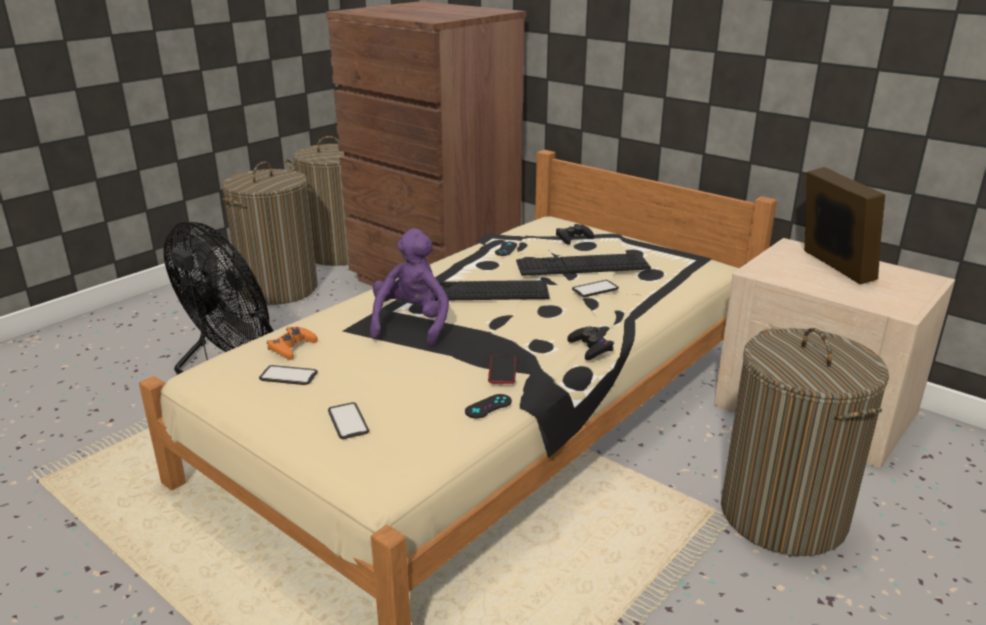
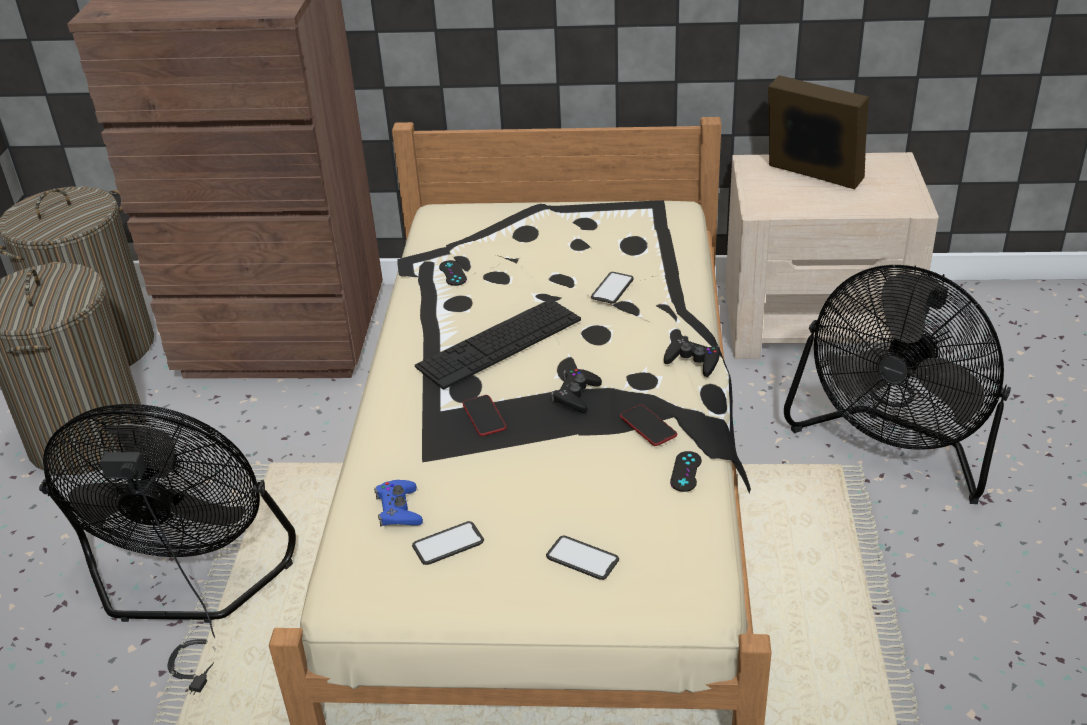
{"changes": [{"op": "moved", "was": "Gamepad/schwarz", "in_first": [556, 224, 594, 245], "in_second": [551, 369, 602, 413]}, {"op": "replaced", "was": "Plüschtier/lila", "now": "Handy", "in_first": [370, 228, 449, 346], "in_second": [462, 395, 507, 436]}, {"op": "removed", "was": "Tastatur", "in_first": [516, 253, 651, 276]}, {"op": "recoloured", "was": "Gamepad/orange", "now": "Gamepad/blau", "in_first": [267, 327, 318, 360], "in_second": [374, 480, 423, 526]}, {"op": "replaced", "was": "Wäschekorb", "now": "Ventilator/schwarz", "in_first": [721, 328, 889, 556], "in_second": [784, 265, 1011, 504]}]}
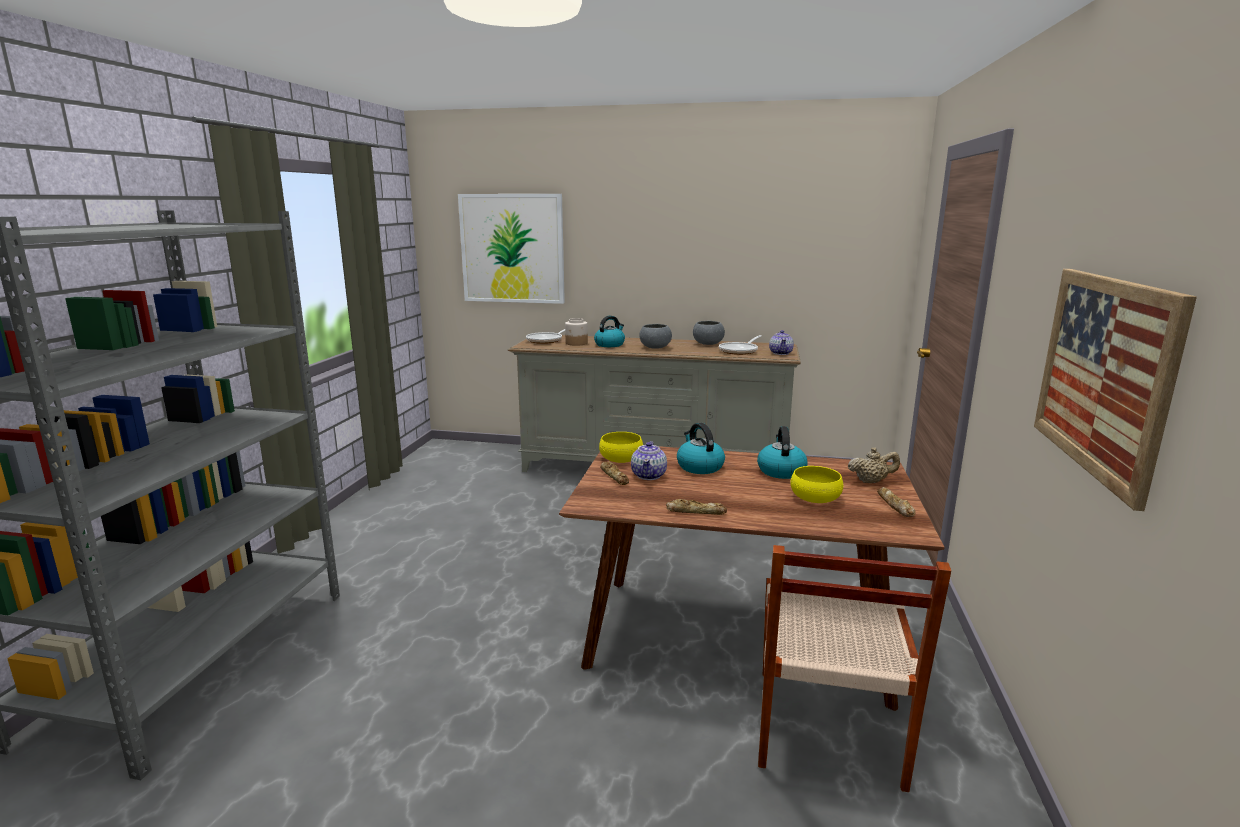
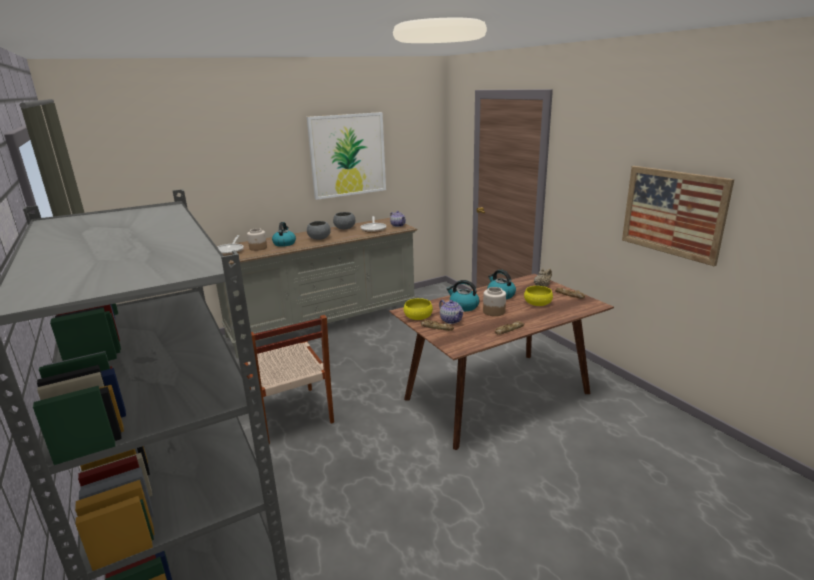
{"changes": [{"op": "moved", "was": "Bild", "in_first": [458, 194, 565, 304], "in_second": [307, 112, 386, 200]}, {"op": "moved", "was": "Stuhl", "in_first": [758, 545, 951, 792], "in_second": [244, 315, 334, 444]}, {"op": "added", "now": "Vorratsglas", "in_second": [483, 287, 506, 316]}]}
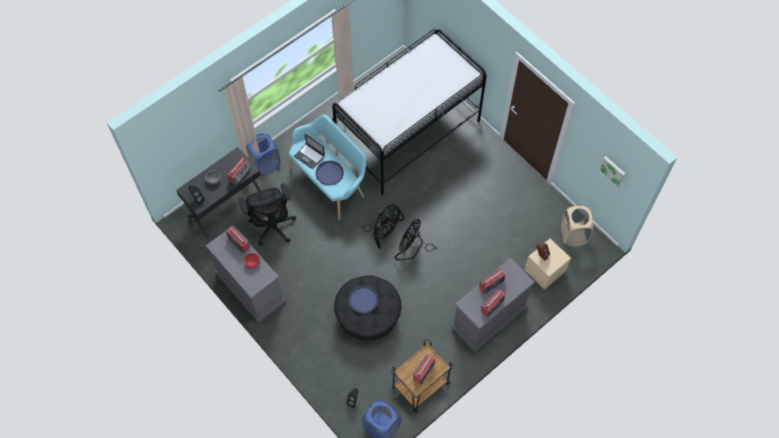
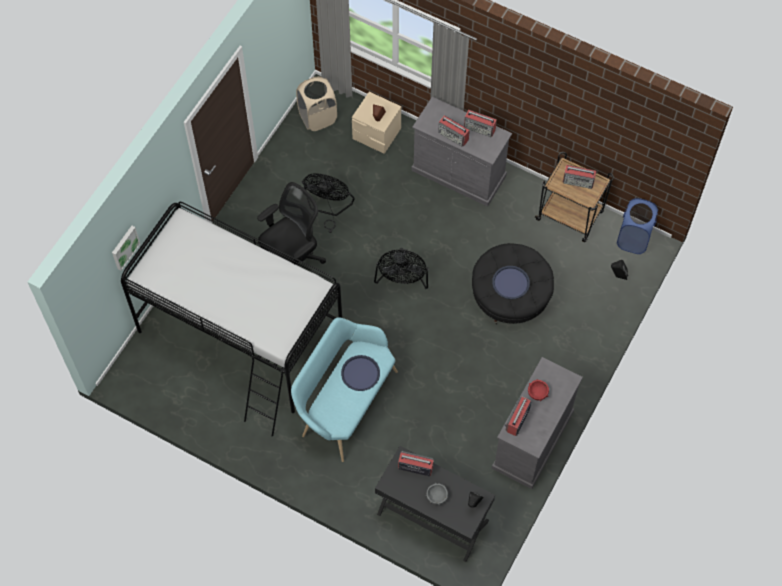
{"changes": [{"op": "removed", "was": "Wäschekorb/blau", "in_first": [246, 134, 280, 176]}, {"op": "removed", "was": "Laptop", "in_first": [294, 134, 325, 169]}, {"op": "moved", "was": "Bild", "in_first": [599, 156, 625, 188], "in_second": [112, 226, 140, 271]}, {"op": "moved", "was": "Bürostuhl/schwarz", "in_first": [239, 183, 296, 245], "in_second": [257, 182, 326, 266]}, {"op": "moved", "was": "Ventilator/schwarz", "in_first": [360, 205, 404, 249], "in_second": [302, 173, 355, 233]}]}
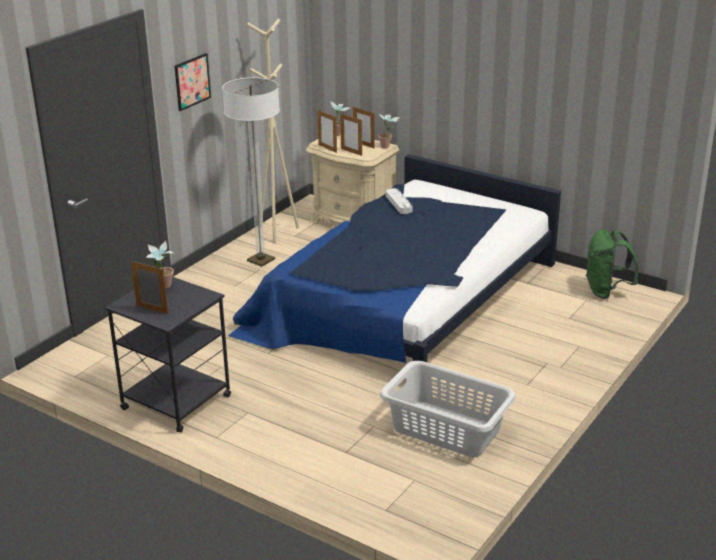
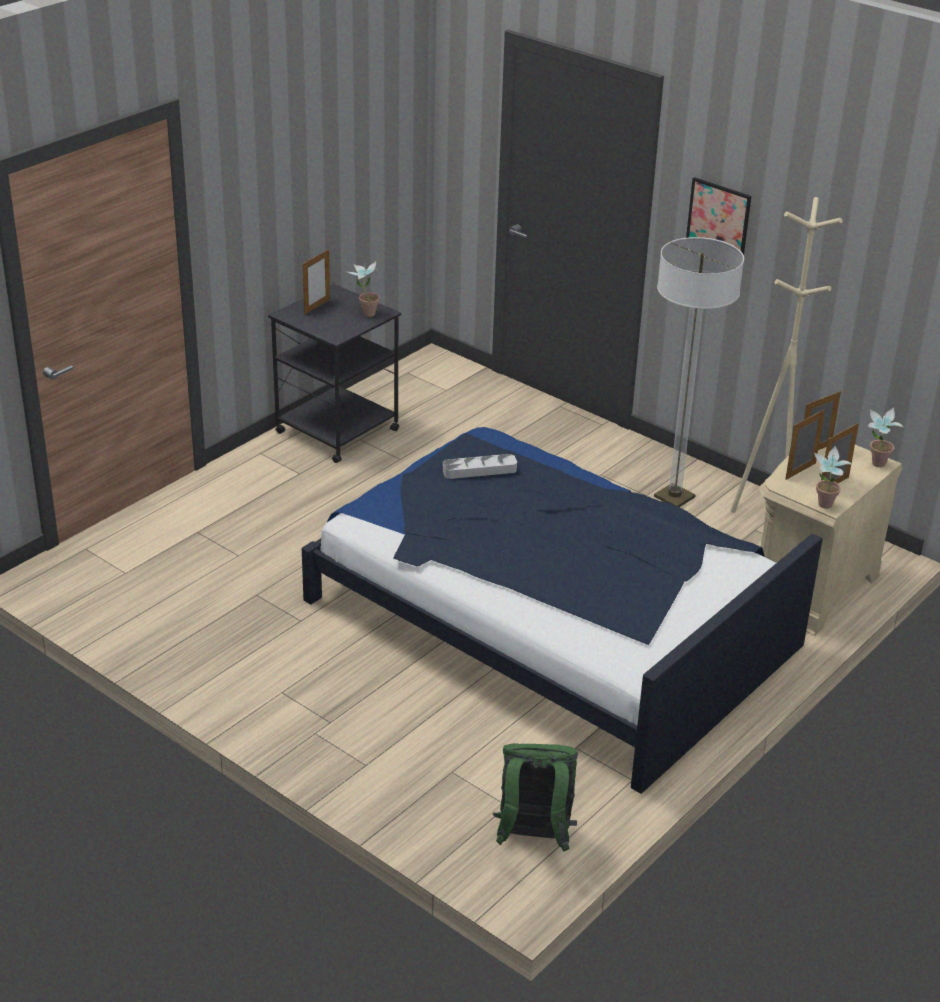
{"changes": [{"op": "moved", "was": "Tablett/grau", "in_first": [386, 188, 413, 214], "in_second": [443, 454, 517, 479]}, {"op": "removed", "was": "Wäschekorb/grau", "in_first": [380, 361, 516, 457]}]}
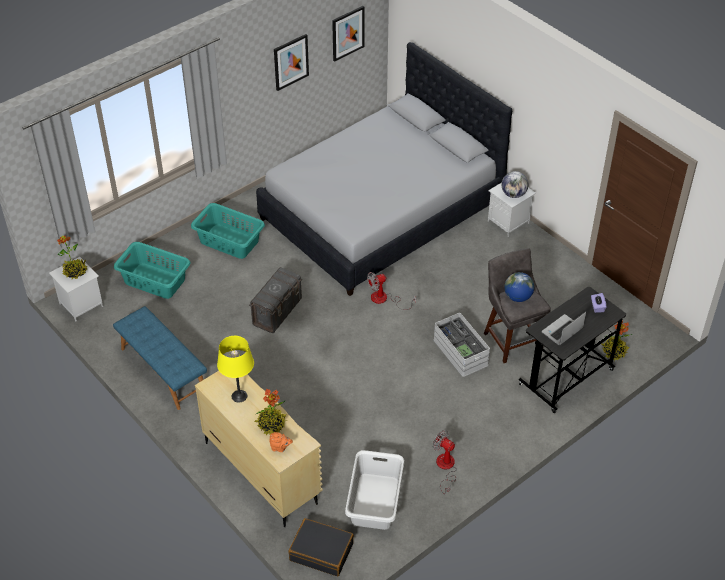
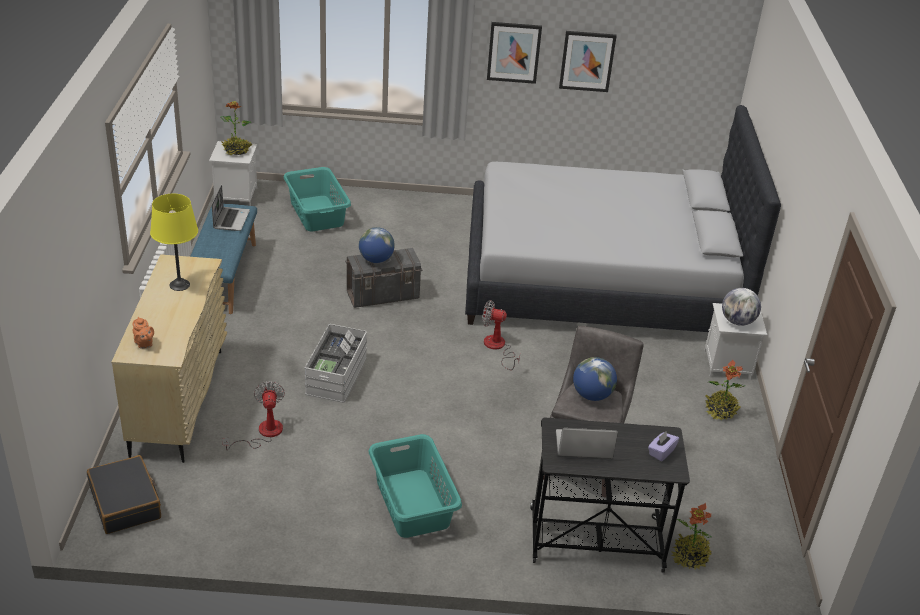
{"changes": [{"op": "moved", "was": "Bild", "in_first": [332, 6, 364, 62], "in_second": [487, 22, 542, 84]}, {"op": "moved", "was": "Wäschekorb/türkis", "in_first": [191, 203, 265, 259], "in_second": [369, 434, 462, 538]}, {"op": "moved", "was": "Aufbewahrungsbox/grau", "in_first": [433, 313, 490, 377], "in_second": [305, 324, 367, 403]}, {"op": "moved", "was": "Topfpflanze", "in_first": [255, 388, 286, 435], "in_second": [705, 360, 746, 420]}, {"op": "moved", "was": "Ventilator", "in_first": [433, 430, 457, 494], "in_second": [222, 381, 285, 451]}, {"op": "removed", "was": "Wäschekorb/grau", "in_first": [345, 450, 405, 530]}, {"op": "added", "now": "Laptop", "in_second": [212, 185, 250, 231]}, {"op": "added", "now": "Globus", "in_second": [359, 227, 395, 263]}]}
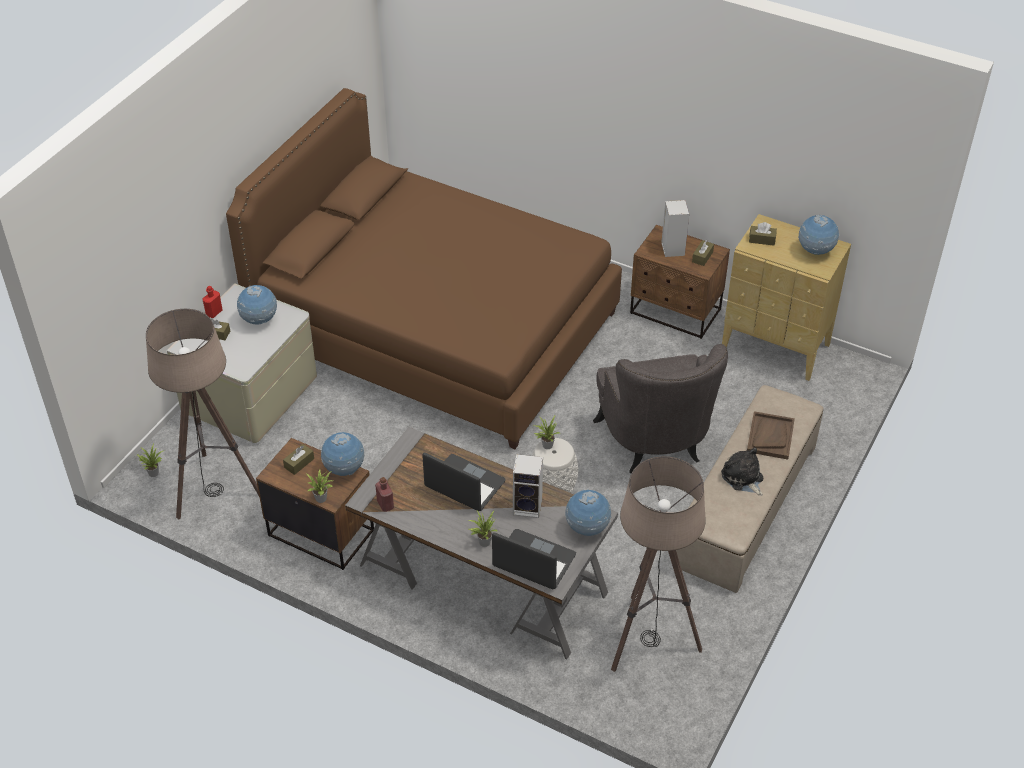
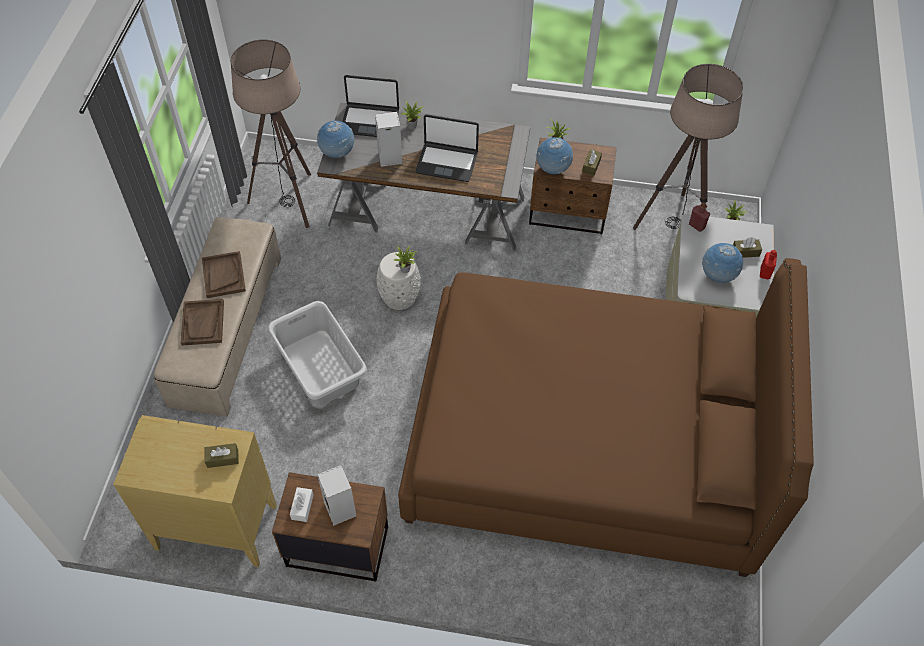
{"changes": [{"op": "removed", "was": "Globus", "in_first": [798, 215, 839, 255]}, {"op": "recoloured", "was": "Taschentuchbox/braun", "now": "Taschentuchbox/weiß", "in_first": [692, 240, 714, 266], "in_second": [290, 487, 314, 522]}, {"op": "replaced", "was": "Sessel/grau", "now": "Wäschekorb/grau", "in_first": [593, 344, 728, 473], "in_second": [268, 301, 367, 406]}, {"op": "replaced", "was": "Plüschtier", "now": "Tablett/braun", "in_first": [721, 448, 763, 496], "in_second": [202, 251, 246, 298]}, {"op": "moved", "was": "Flasche/rot", "in_first": [375, 477, 394, 512], "in_second": [689, 202, 710, 232]}]}
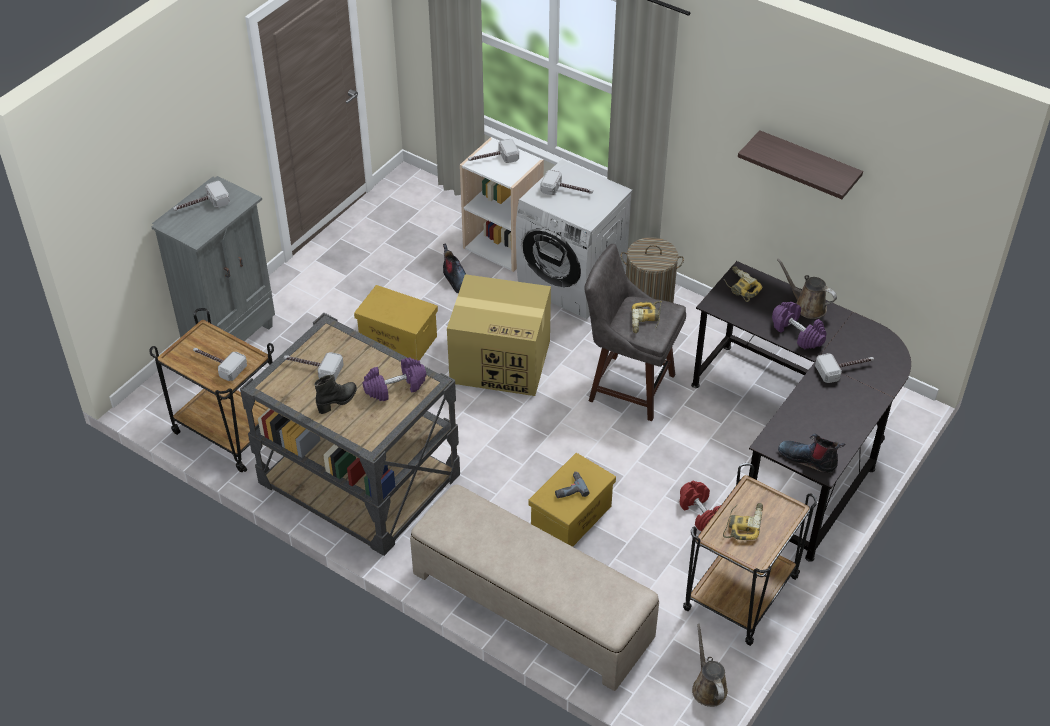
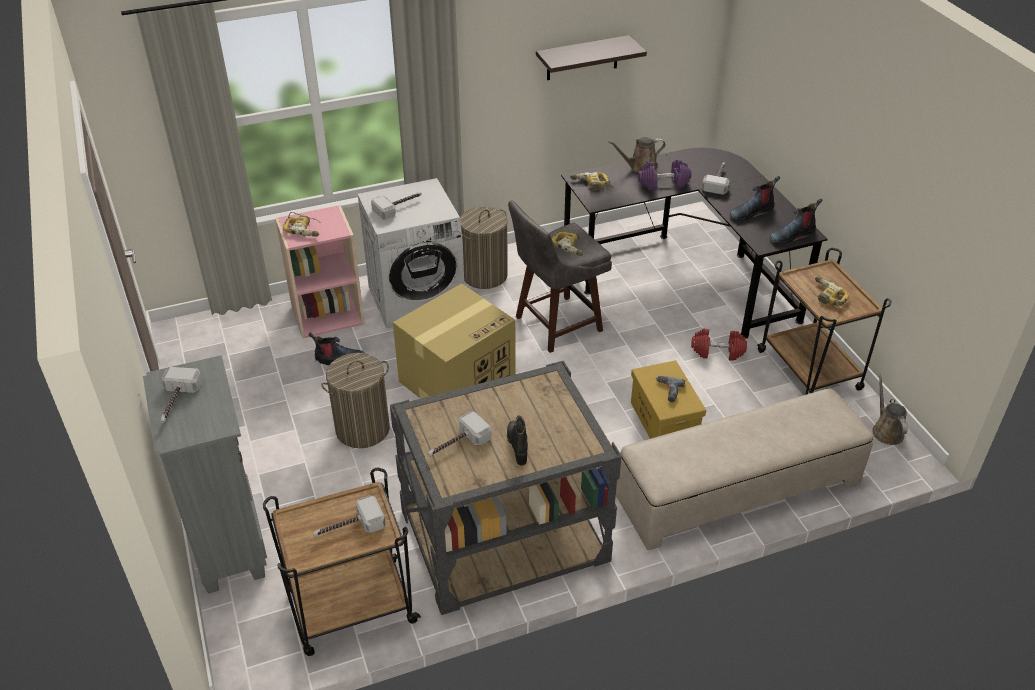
{"changes": [{"op": "recoloured", "was": "Bücherregal/weiß", "now": "Bücherregal/rosa", "in_first": [460, 137, 544, 272], "in_second": [275, 205, 365, 339]}, {"op": "replaced", "was": "Hammer", "now": "Bohrmaschine", "in_first": [468, 139, 519, 163], "in_second": [283, 212, 321, 237]}, {"op": "replaced", "was": "Aufbewahrungsbox/gelb", "now": "Wäschekorb", "in_first": [354, 285, 438, 361], "in_second": [321, 353, 390, 448]}, {"op": "removed", "was": "Hantel/lila", "in_first": [363, 357, 426, 401]}, {"op": "turned", "was": "Gießkanne/braun", "in_first": [692, 624, 728, 707], "in_second": [872, 374, 908, 445], "clockwise": 60}, {"op": "added", "now": "Stiefel", "in_second": [730, 176, 780, 220]}]}
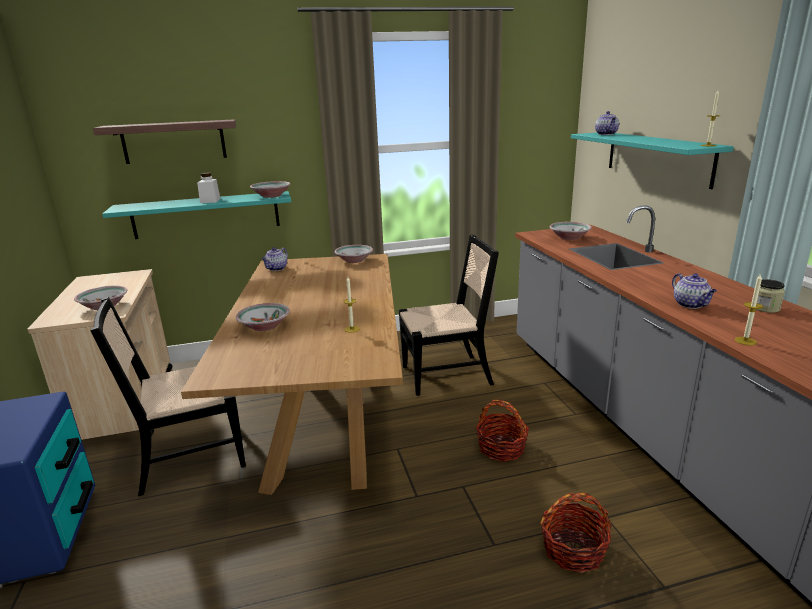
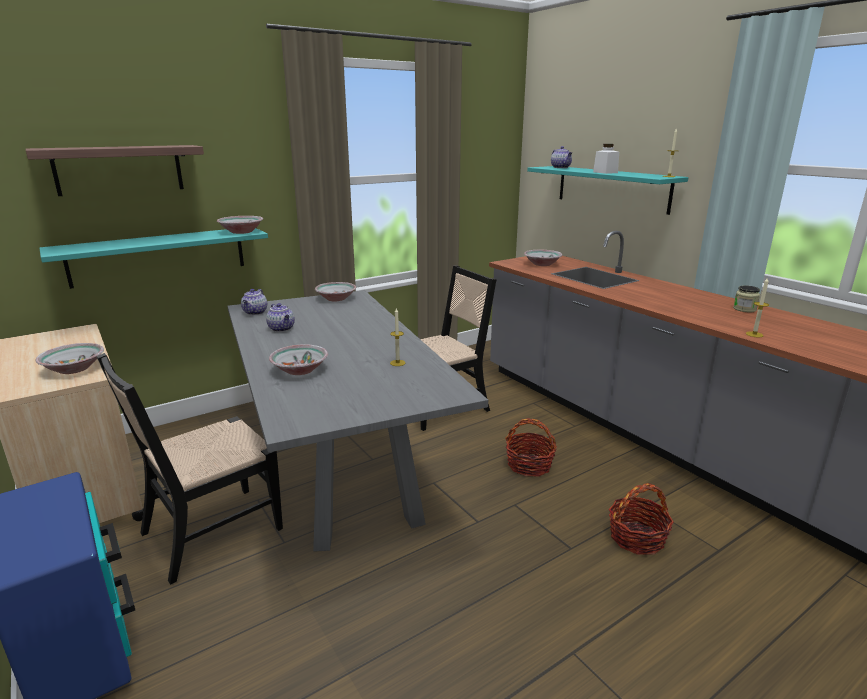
{"changes": [{"op": "moved", "was": "Vorratsglas/weiß", "in_first": [197, 173, 220, 203], "in_second": [593, 144, 619, 174]}, {"op": "recoloured", "was": "Esstisch/braun", "now": "Esstisch/grau", "in_first": [181, 254, 403, 495], "in_second": [227, 290, 488, 552]}, {"op": "moved", "was": "Teekanne", "in_first": [672, 273, 717, 309], "in_second": [266, 303, 295, 332]}]}
